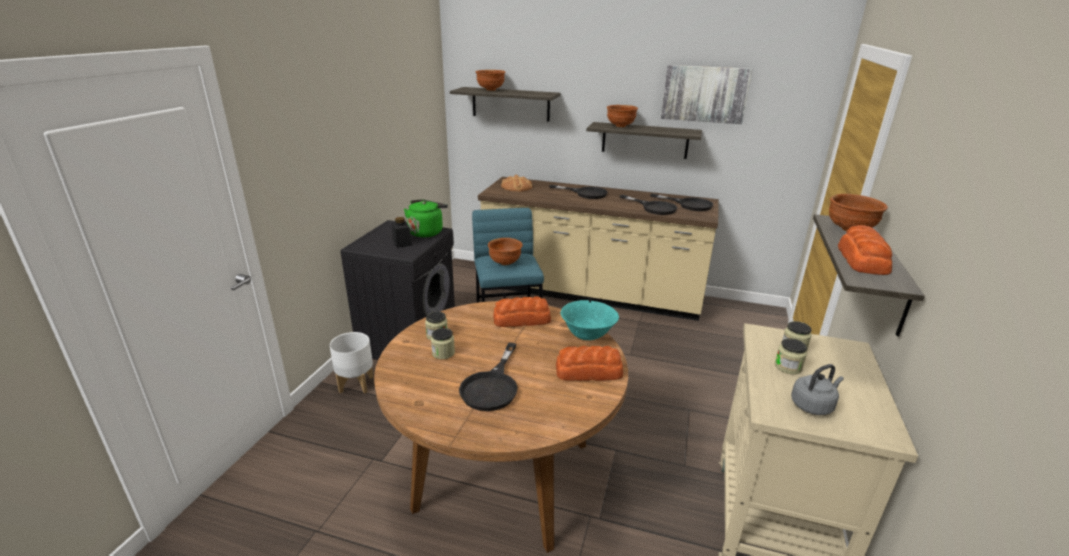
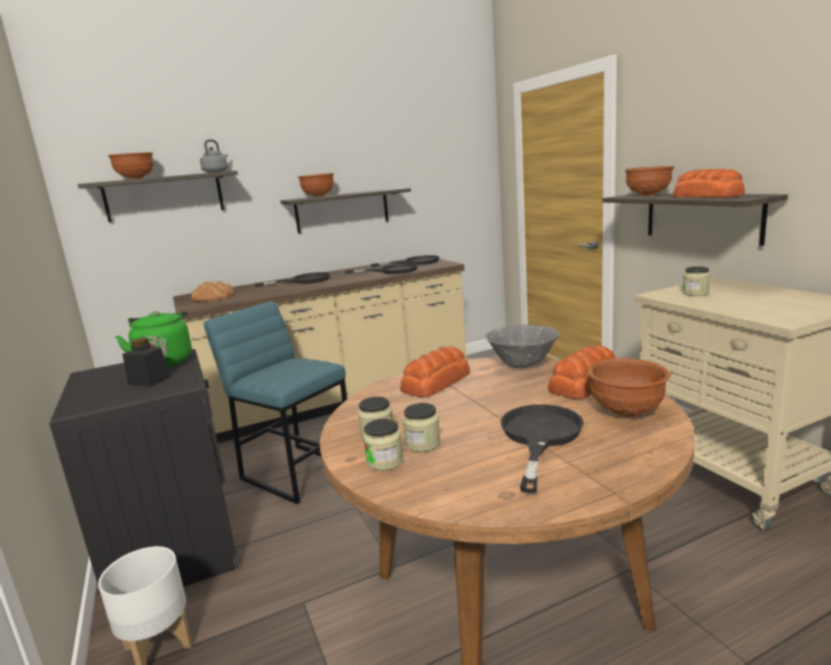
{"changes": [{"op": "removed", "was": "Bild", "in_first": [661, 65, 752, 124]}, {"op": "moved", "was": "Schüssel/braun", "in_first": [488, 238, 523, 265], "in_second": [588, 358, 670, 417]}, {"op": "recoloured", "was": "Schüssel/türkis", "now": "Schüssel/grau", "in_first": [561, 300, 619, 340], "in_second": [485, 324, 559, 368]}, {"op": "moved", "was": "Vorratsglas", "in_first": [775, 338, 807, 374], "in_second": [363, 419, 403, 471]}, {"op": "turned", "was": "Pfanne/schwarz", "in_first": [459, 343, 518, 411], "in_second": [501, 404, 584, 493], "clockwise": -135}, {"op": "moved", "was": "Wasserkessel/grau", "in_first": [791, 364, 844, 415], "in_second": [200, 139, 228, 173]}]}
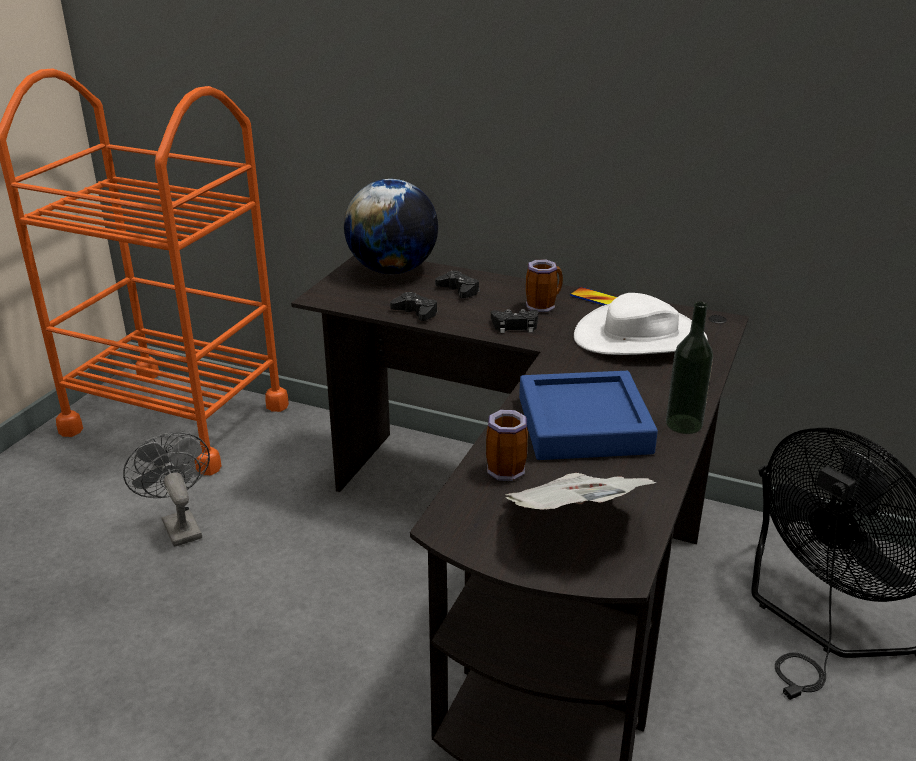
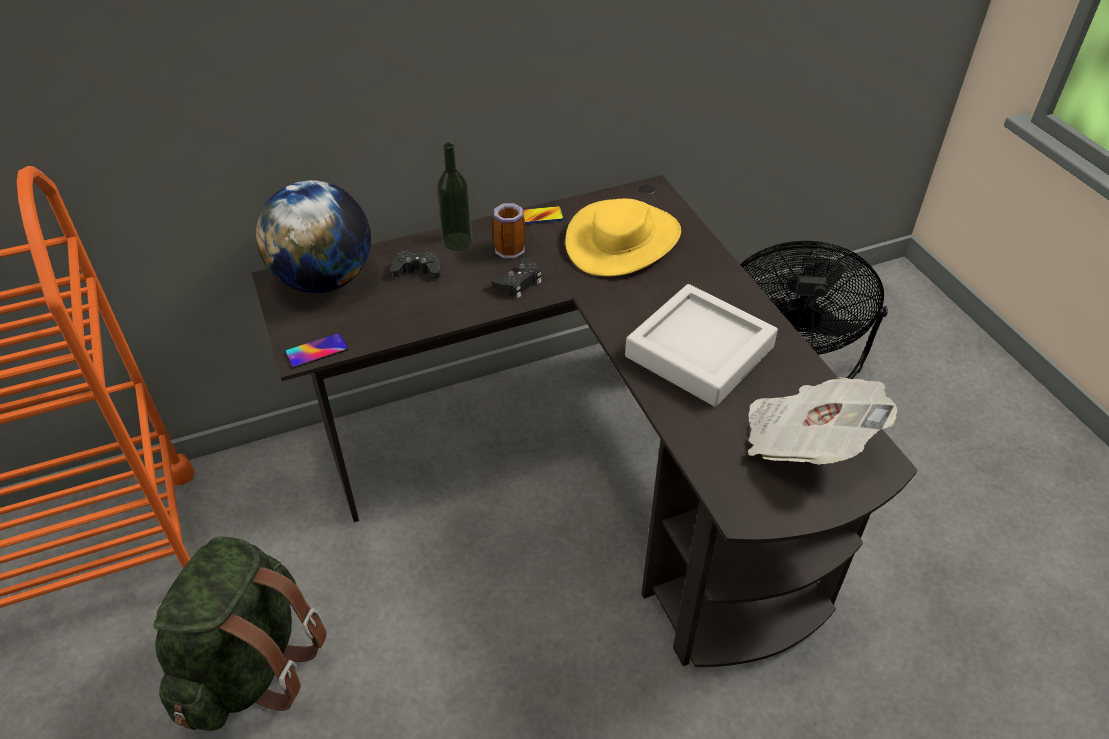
{"changes": [{"op": "removed", "was": "Gamepad/schwarz", "in_first": [390, 292, 437, 321]}, {"op": "recoloured", "was": "Hut/weiß", "now": "Hut/gelb", "in_first": [574, 293, 708, 355], "in_second": [565, 199, 681, 277]}, {"op": "moved", "was": "Flasche", "in_first": [666, 302, 713, 434], "in_second": [436, 142, 473, 251]}, {"op": "recoloured", "was": "Tablett/blau", "now": "Tablett/grau", "in_first": [519, 371, 658, 460], "in_second": [625, 284, 778, 407]}, {"op": "removed", "was": "Henkelbecher", "in_first": [486, 410, 528, 481]}, {"op": "replaced", "was": "Ventilator/grau", "now": "Rucksack/grün", "in_first": [123, 432, 210, 547], "in_second": [153, 537, 327, 731]}, {"op": "added", "now": "Handy", "in_second": [285, 333, 348, 368]}]}
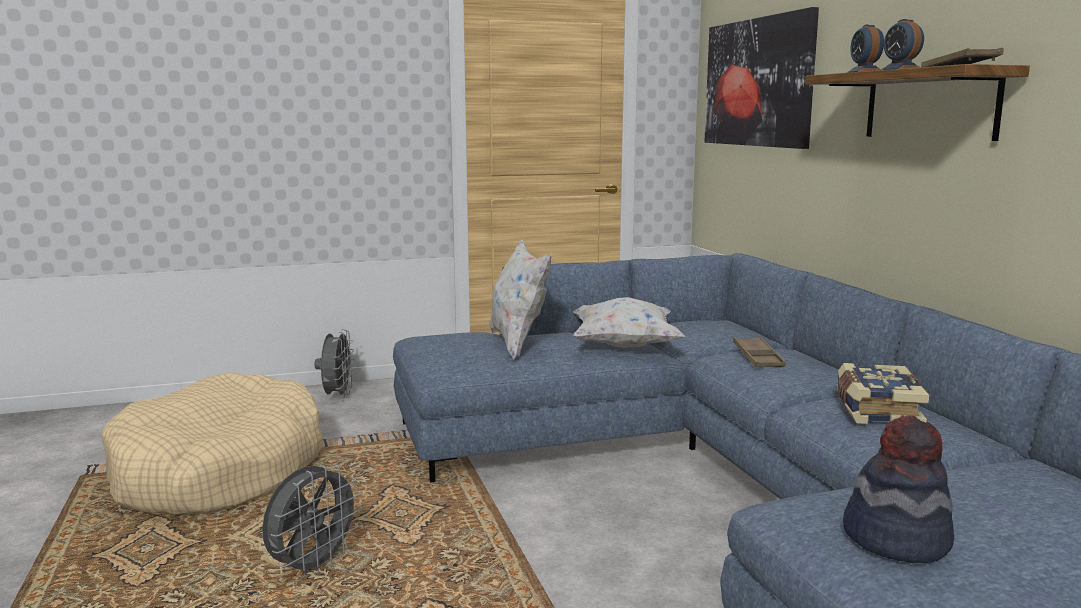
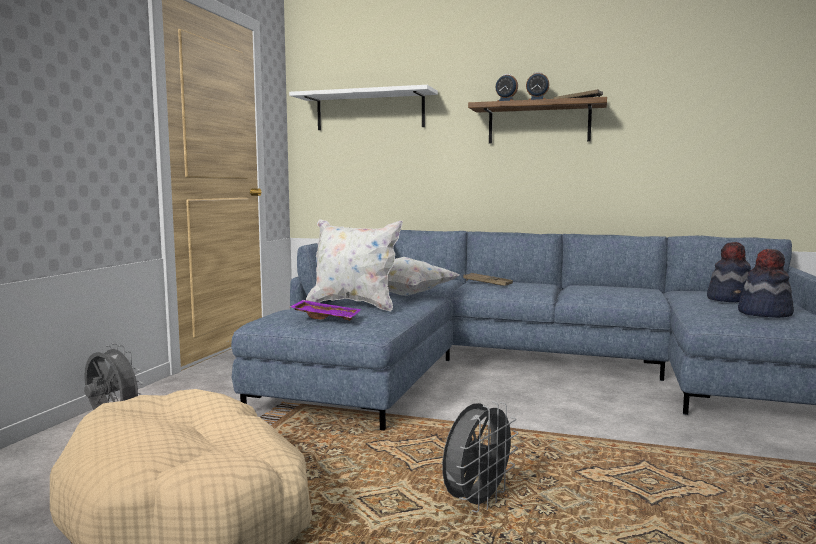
{"changes": [{"op": "replaced", "was": "Bild", "now": "Wandregal/weiß", "in_first": [704, 7, 819, 149], "in_second": [289, 85, 438, 130]}, {"op": "removed", "was": "Buch", "in_first": [837, 363, 929, 424]}, {"op": "turned", "was": "Ventilator/grau", "in_first": [262, 464, 362, 578], "in_second": [442, 401, 518, 513], "clockwise": 60}, {"op": "added", "now": "Hut", "in_second": [707, 242, 751, 302]}, {"op": "added", "now": "Tablett/lila", "in_second": [290, 300, 361, 321]}]}
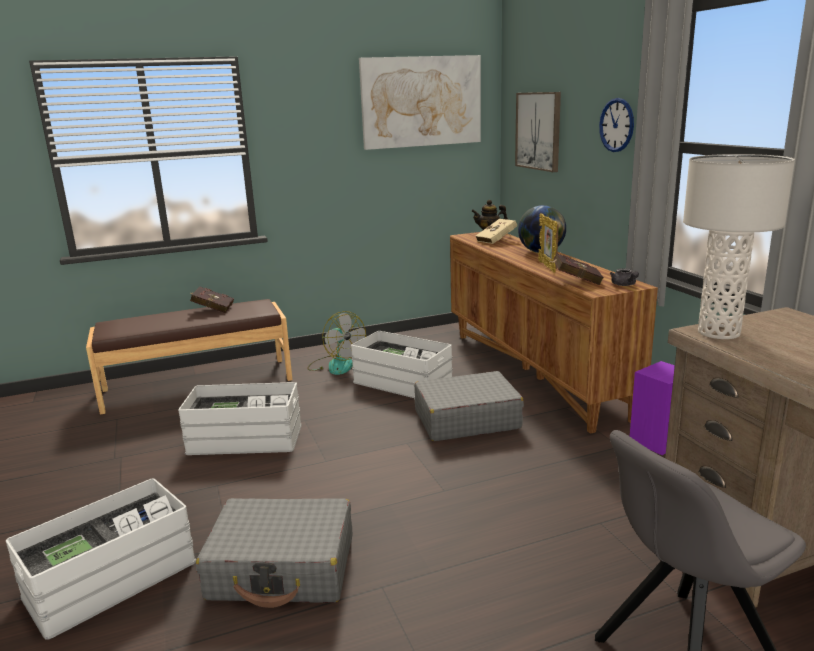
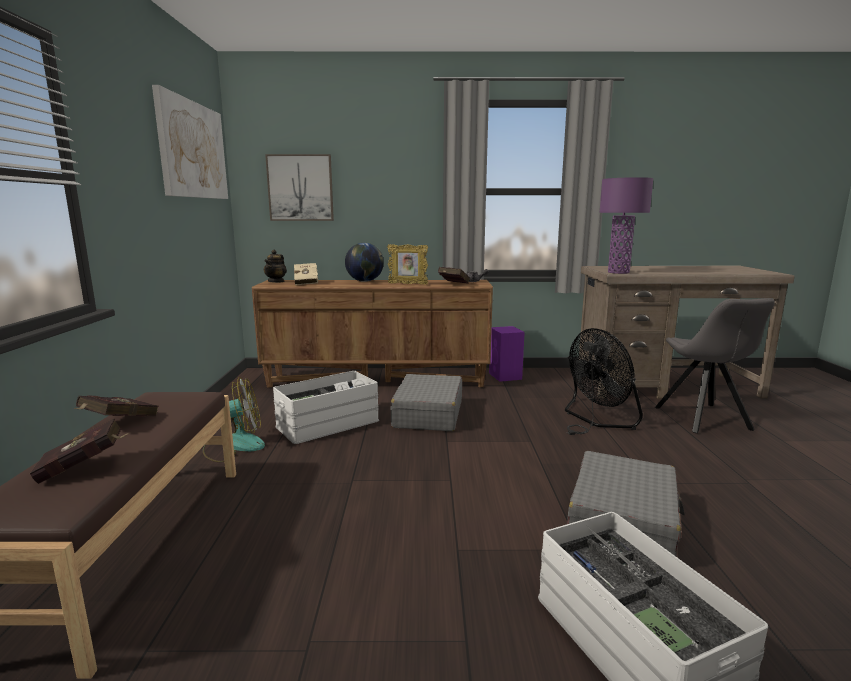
{"changes": [{"op": "removed", "was": "Wanduhr", "in_first": [599, 98, 634, 152]}, {"op": "recoloured", "was": "Tischlampe/weiß", "now": "Tischlampe/lila", "in_first": [683, 154, 795, 339], "in_second": [600, 177, 653, 274]}, {"op": "removed", "was": "Aufbewahrungsbox/weiß", "in_first": [178, 382, 302, 455]}, {"op": "added", "now": "Ventilator/schwarz", "in_second": [565, 328, 643, 435]}, {"op": "added", "now": "Buch/rot", "in_second": [30, 419, 129, 484]}]}
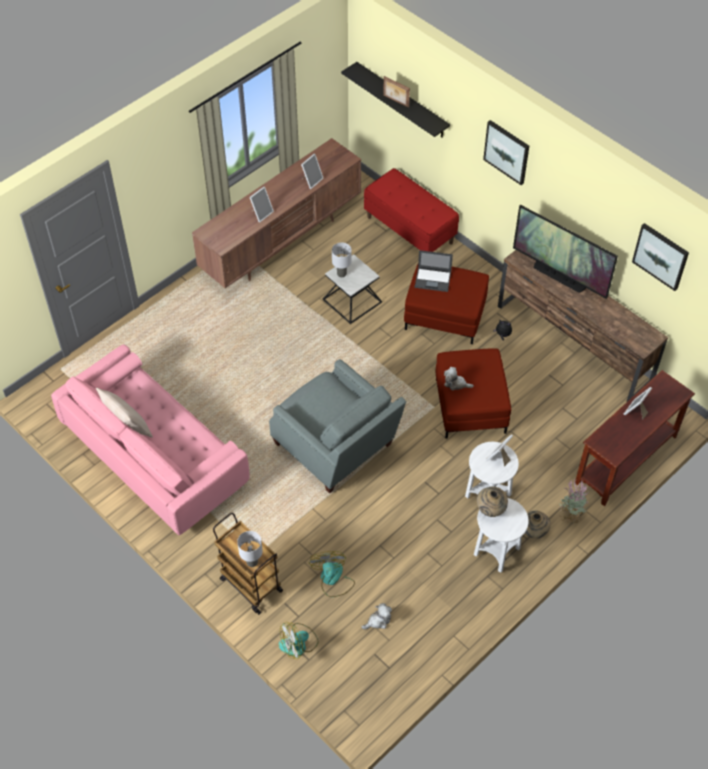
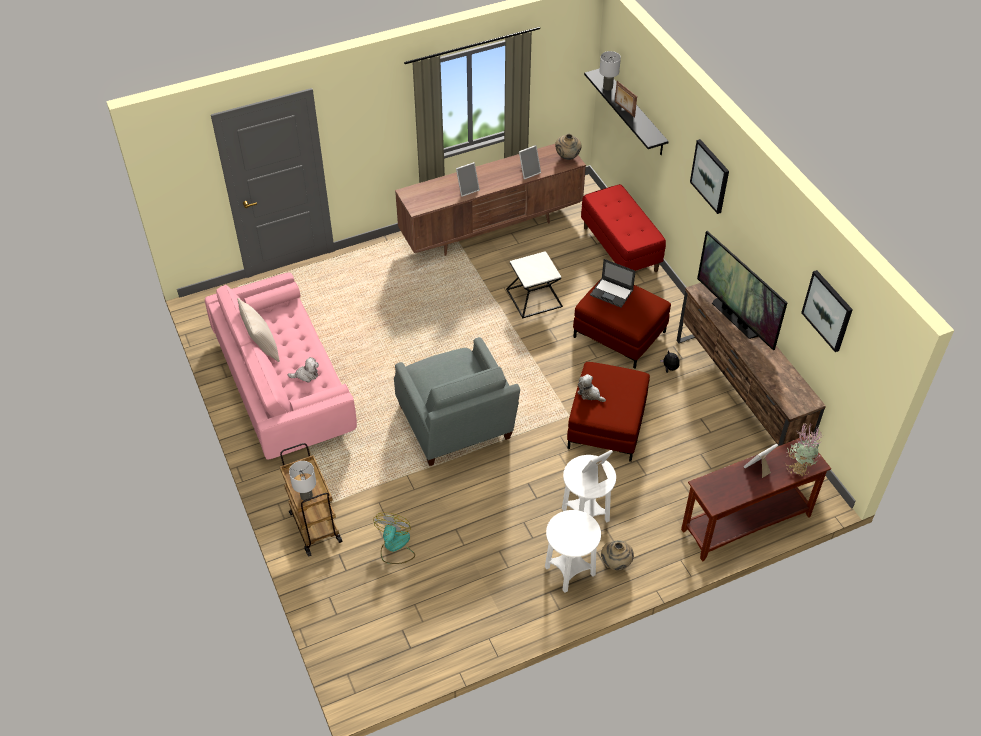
{"changes": [{"op": "moved", "was": "Tischlampe/weiß", "in_first": [332, 242, 352, 277], "in_second": [599, 51, 621, 91]}, {"op": "moved", "was": "Topfpflanze", "in_first": [559, 479, 588, 524], "in_second": [786, 423, 823, 476]}, {"op": "moved", "was": "Vase/beige", "in_first": [477, 486, 508, 517], "in_second": [555, 134, 581, 160]}, {"op": "moved", "was": "Plüschtier", "in_first": [361, 603, 392, 630], "in_second": [288, 357, 319, 383]}, {"op": "removed", "was": "Ventilator", "in_first": [278, 622, 319, 659]}]}
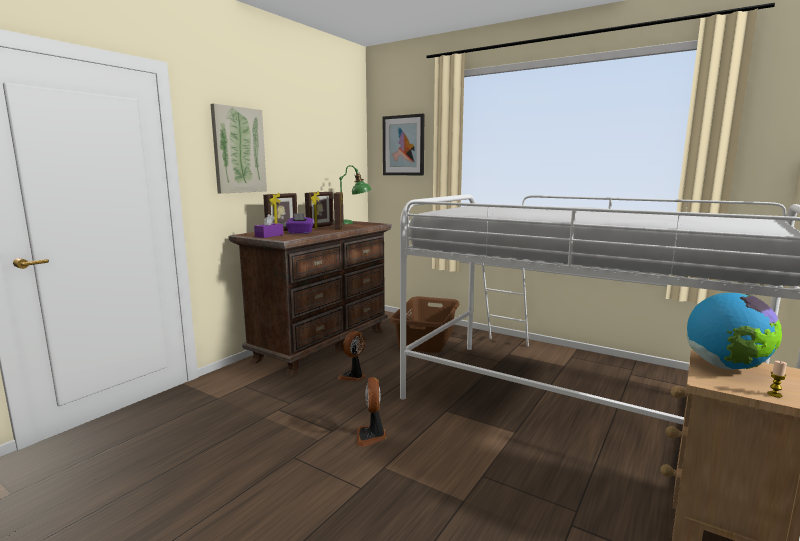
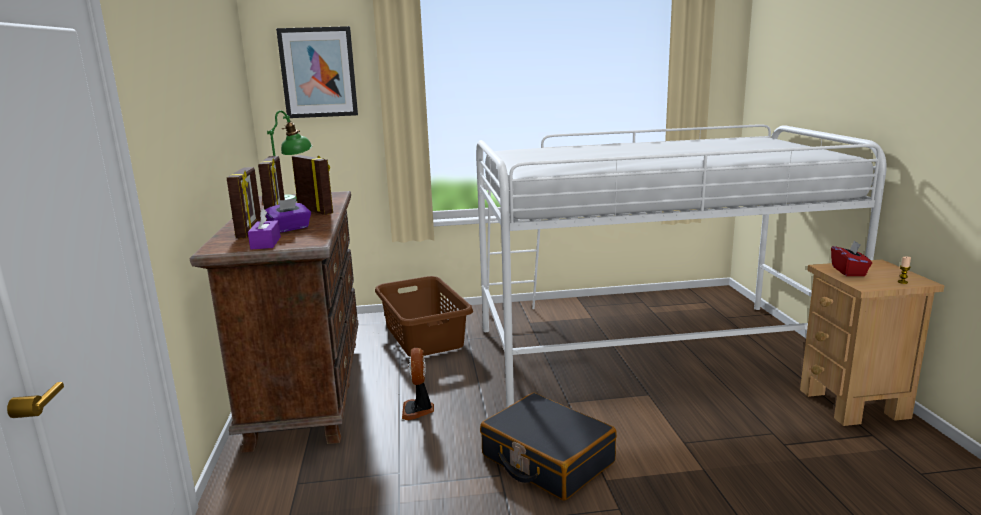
{"changes": [{"op": "removed", "was": "Bild", "in_first": [210, 104, 267, 194]}, {"op": "replaced", "was": "Globus", "now": "Taschentuchbox/rot", "in_first": [687, 293, 782, 370], "in_second": [831, 240, 872, 276]}, {"op": "replaced", "was": "Ventilator", "now": "Koffer/schwarz", "in_first": [357, 377, 386, 447], "in_second": [480, 393, 617, 501]}]}
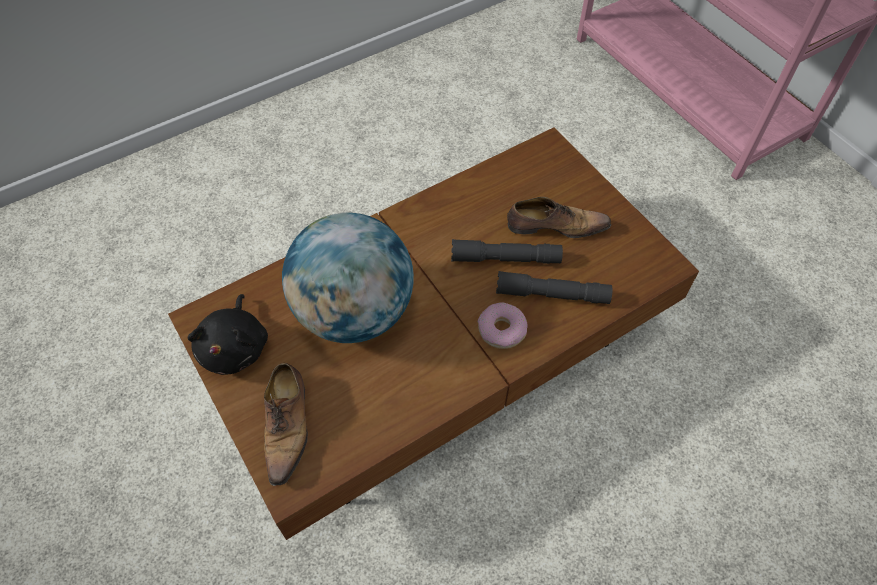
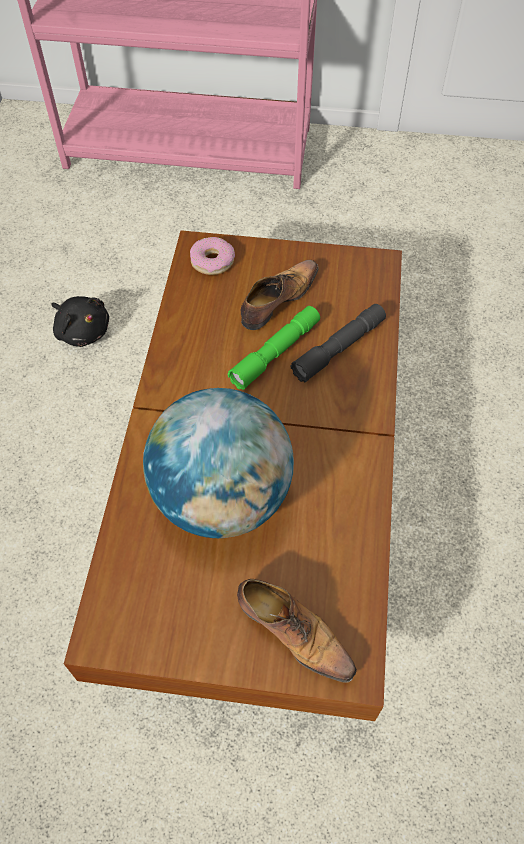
{"changes": [{"op": "recoloured", "was": "Taschenlampe/grau", "now": "Taschenlampe/grün", "in_first": [451, 239, 563, 264], "in_second": [227, 306, 320, 390]}, {"op": "moved", "was": "Plüschtier/schwarz", "in_first": [188, 294, 268, 375], "in_second": [51, 296, 109, 347]}, {"op": "moved", "was": "Donut", "in_first": [477, 302, 528, 349], "in_second": [190, 237, 235, 275]}]}
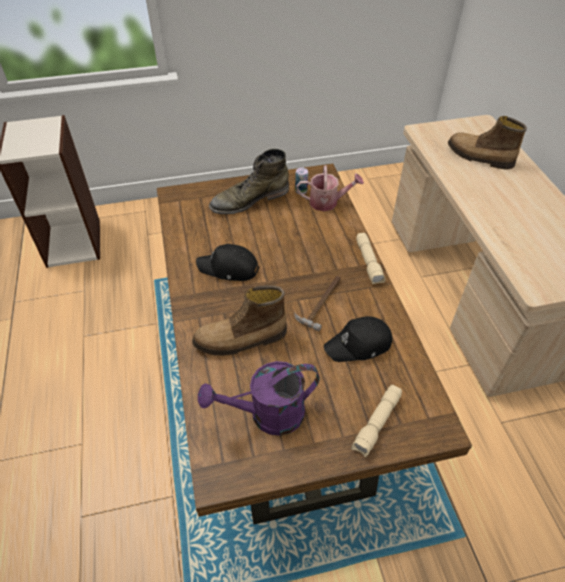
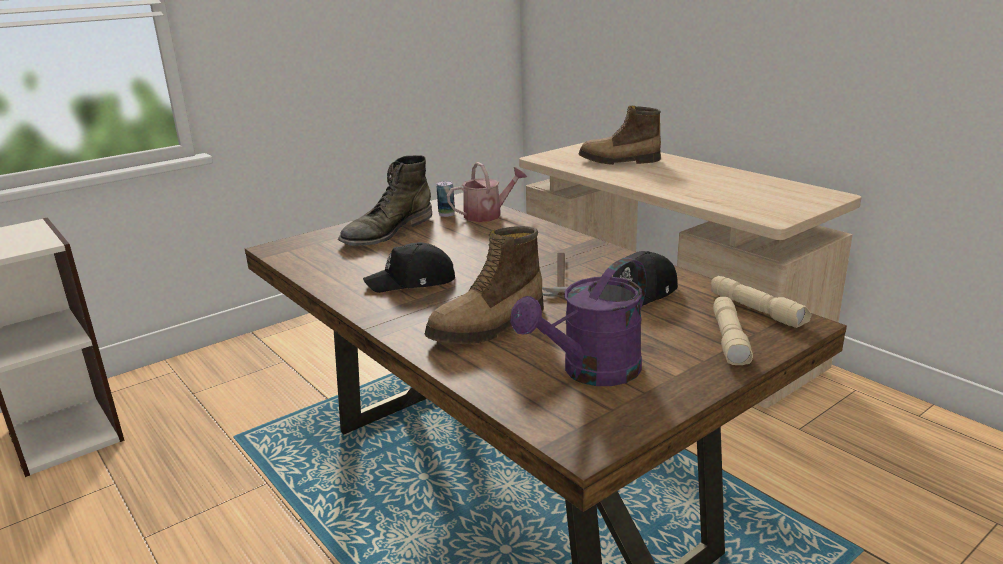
{"changes": [{"op": "moved", "was": "Taschenlampe/beige", "in_first": [356, 233, 385, 284], "in_second": [711, 276, 811, 328]}]}
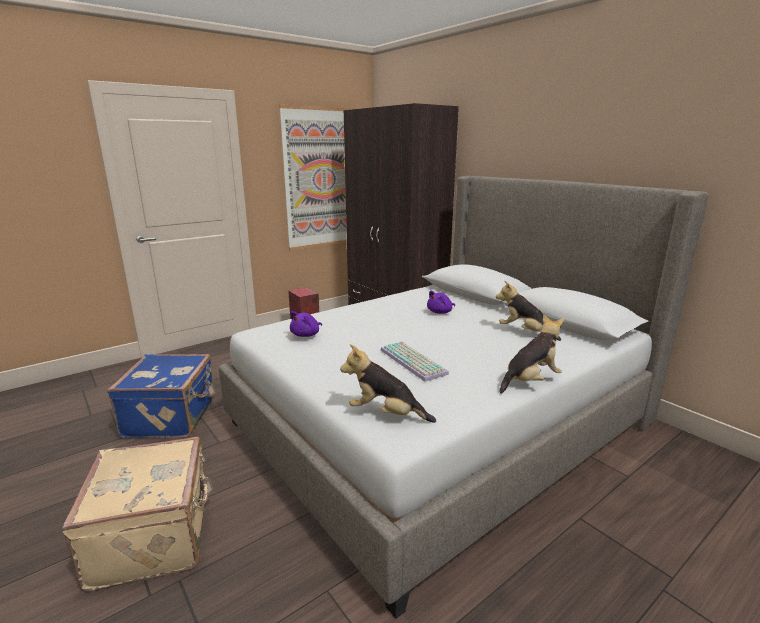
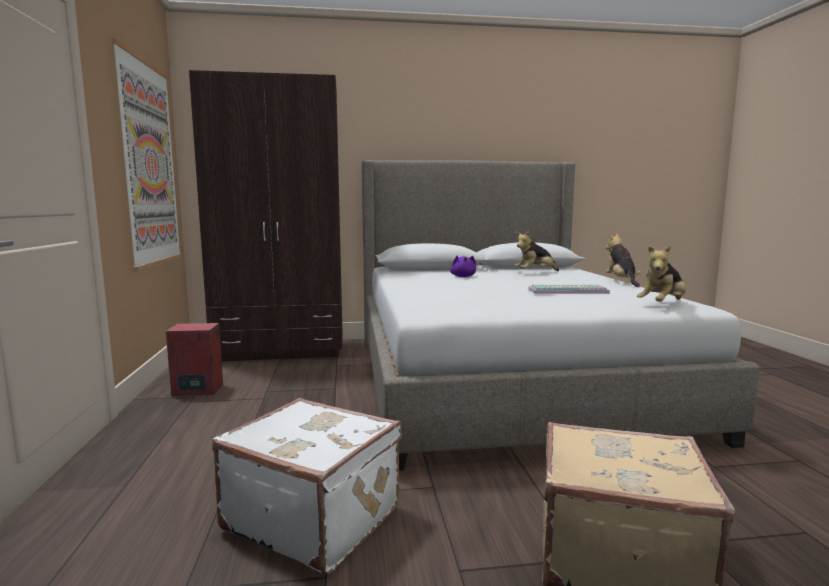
{"changes": [{"op": "removed", "was": "Plüschtier/lila", "in_first": [290, 311, 322, 337]}, {"op": "recoloured", "was": "Koffer/blau", "now": "Koffer/weiß", "in_first": [107, 354, 216, 438], "in_second": [212, 398, 402, 574]}]}
